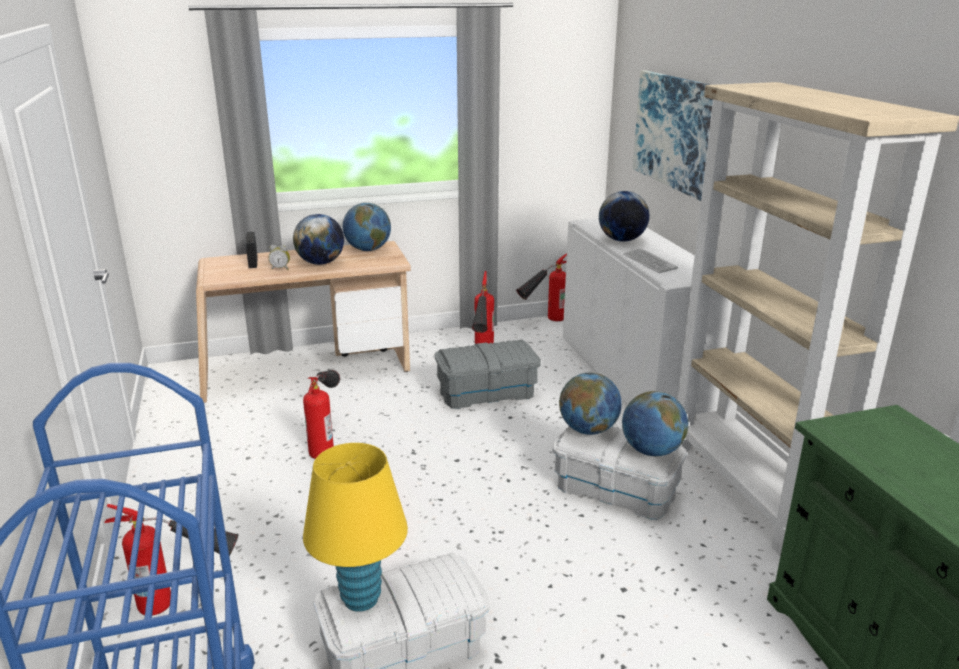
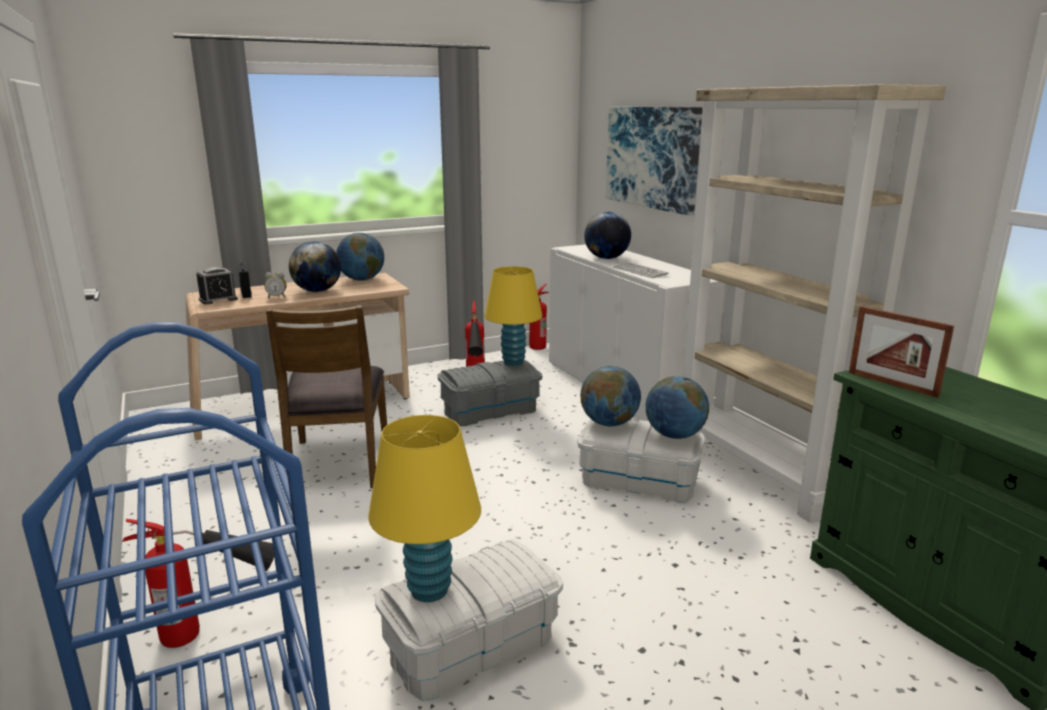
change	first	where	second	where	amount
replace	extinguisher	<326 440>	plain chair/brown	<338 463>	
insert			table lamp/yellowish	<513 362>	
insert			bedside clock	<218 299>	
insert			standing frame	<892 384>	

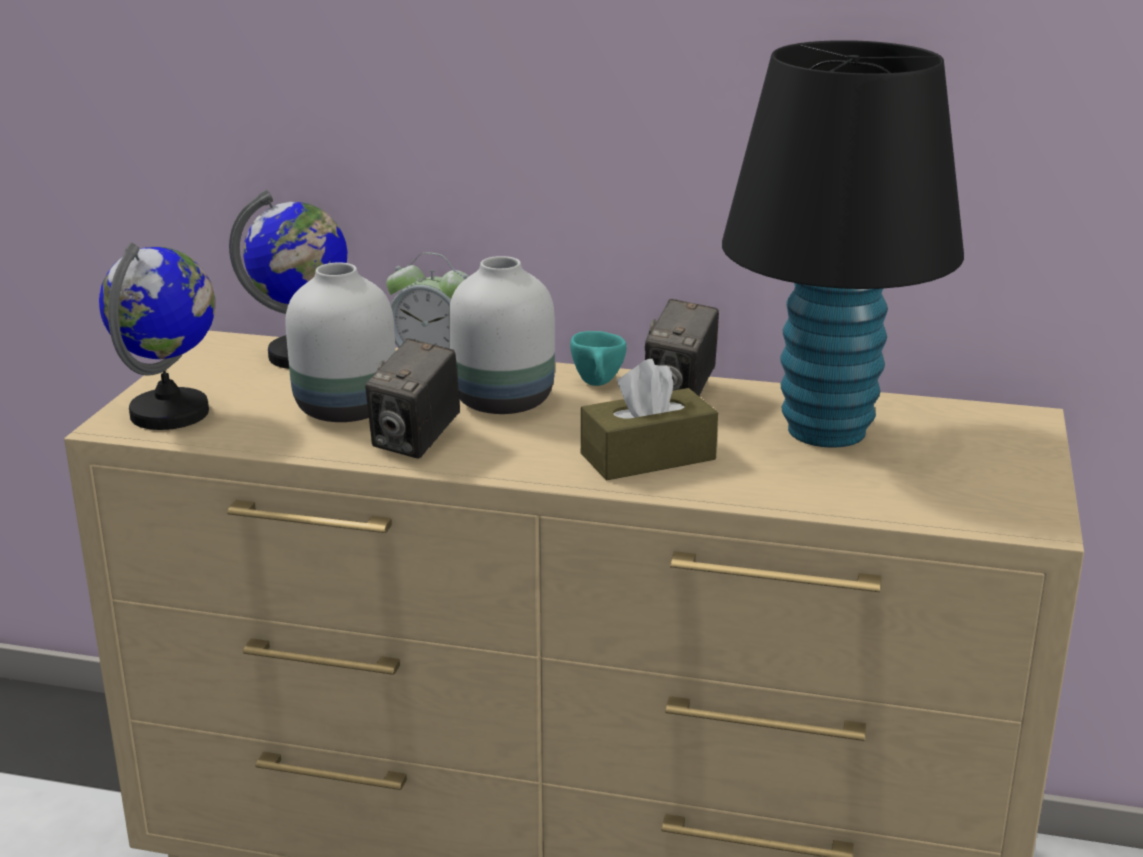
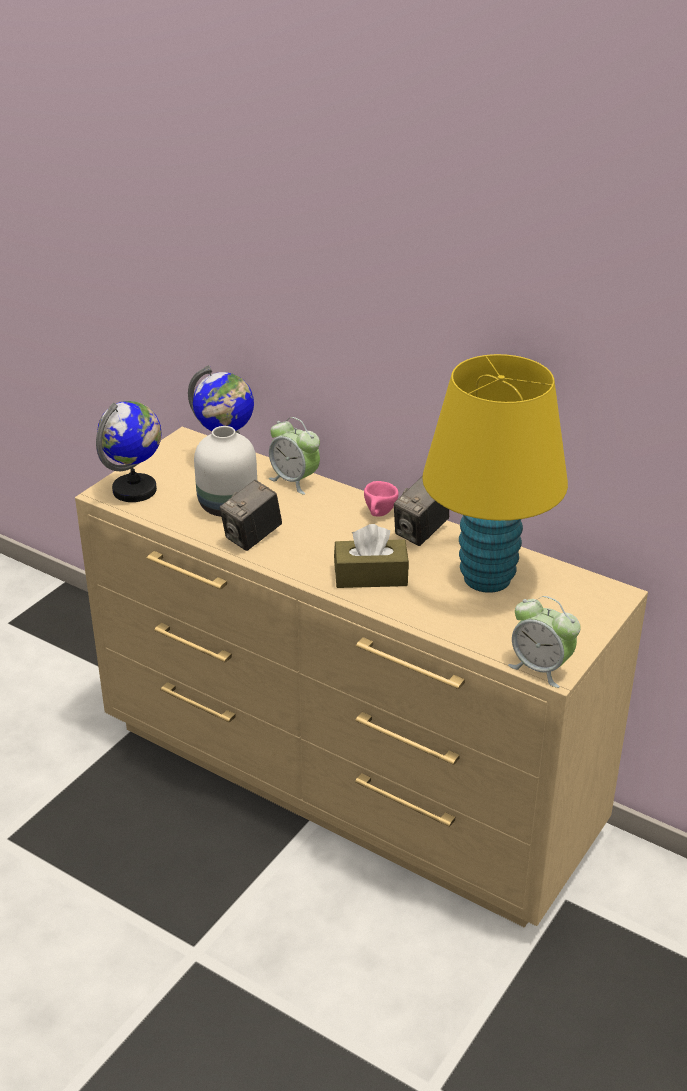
change	first	where	second	where	amount
recolor	table lamp/blackish	<825 431>	table lamp/yellowish	<486 578>	
delete	vase/white	<500 402>			
recolor	small cup/turquoise	<599 385>	small cup/pinkish	<379 515>	
insert			bedside clock	<540 668>	

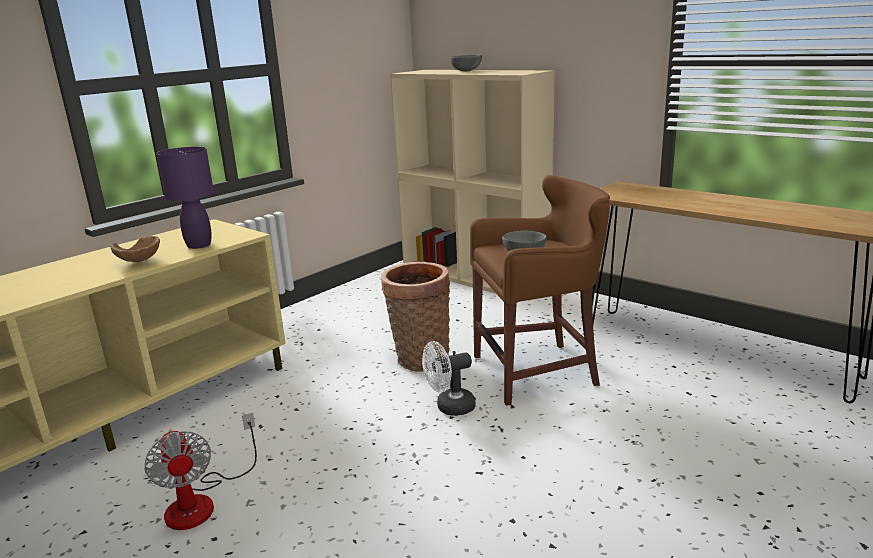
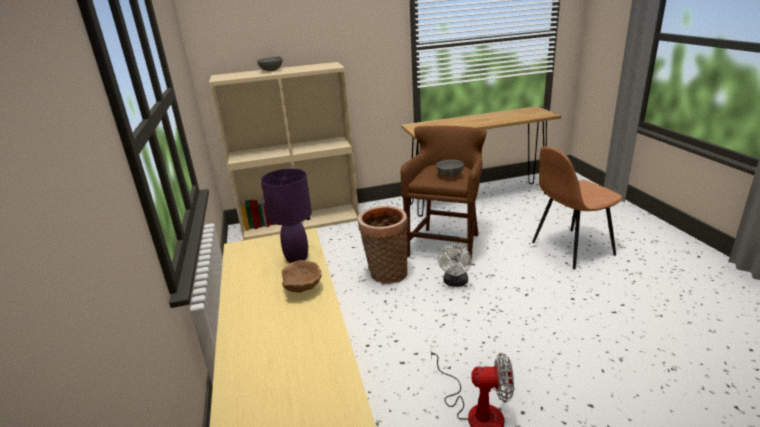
change	first	where	second	where	amount
insert			plain chair/brown	<570 249>	

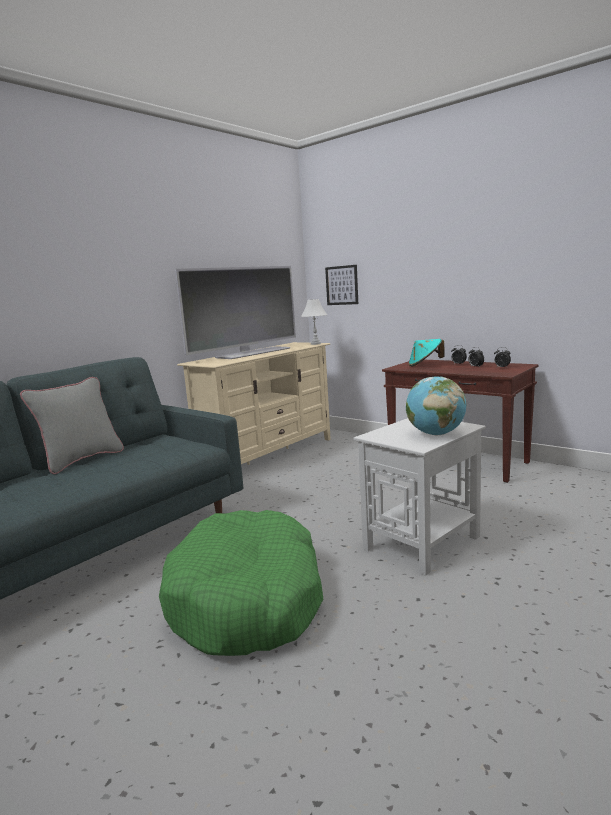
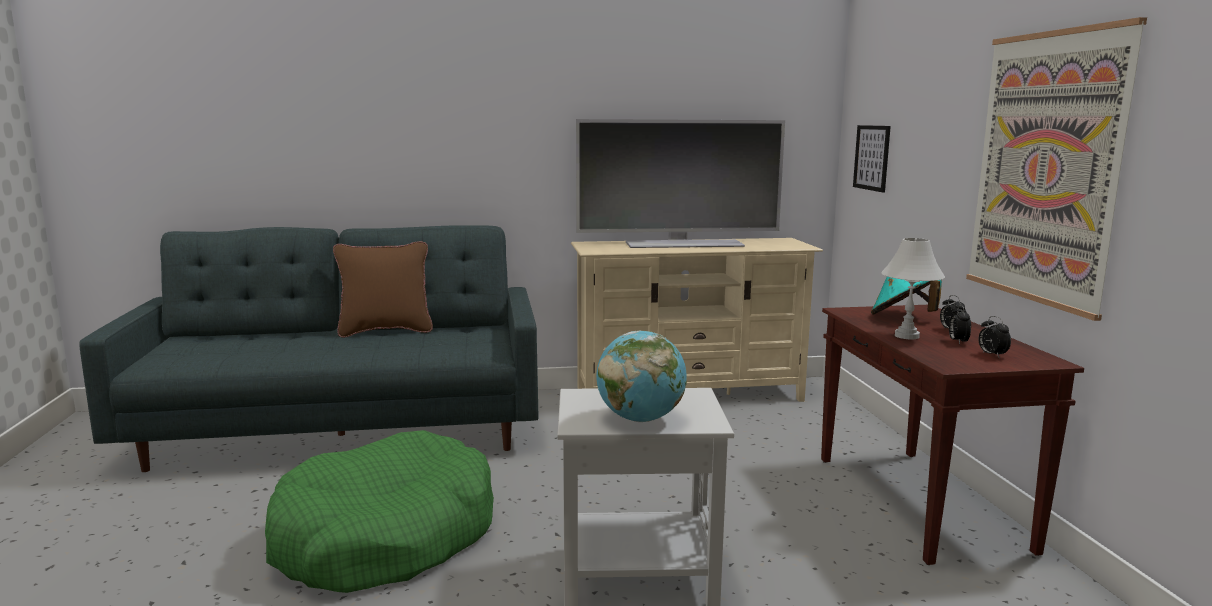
change	first	where	second	where	amount
move	table lamp/white	<316 344>		<906 336>	
recolor	cushion/greyish	<81 460>	cushion/brown	<385 331>	
insert			wall art	<1045 168>	

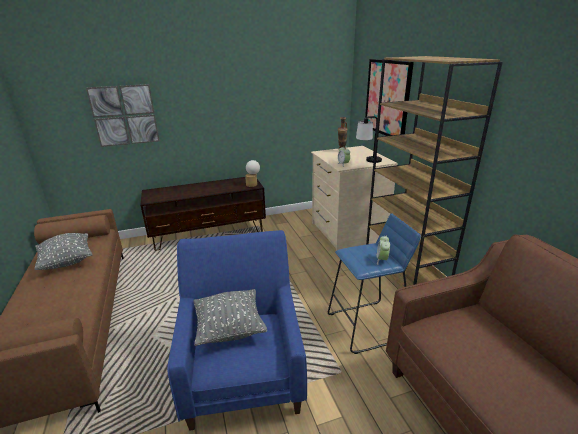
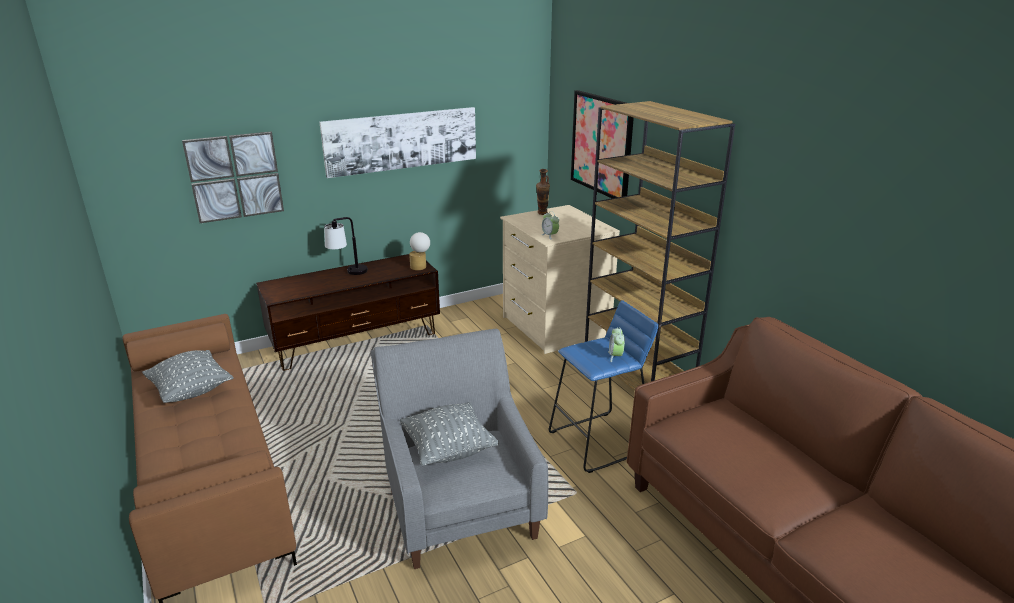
change	first	where	second	where	amount
move	table lamp	<368 161>		<348 273>	
recolor	lounge chair/blue	<243 371>	lounge chair/greyish	<459 504>	
insert			wall art	<402 141>	

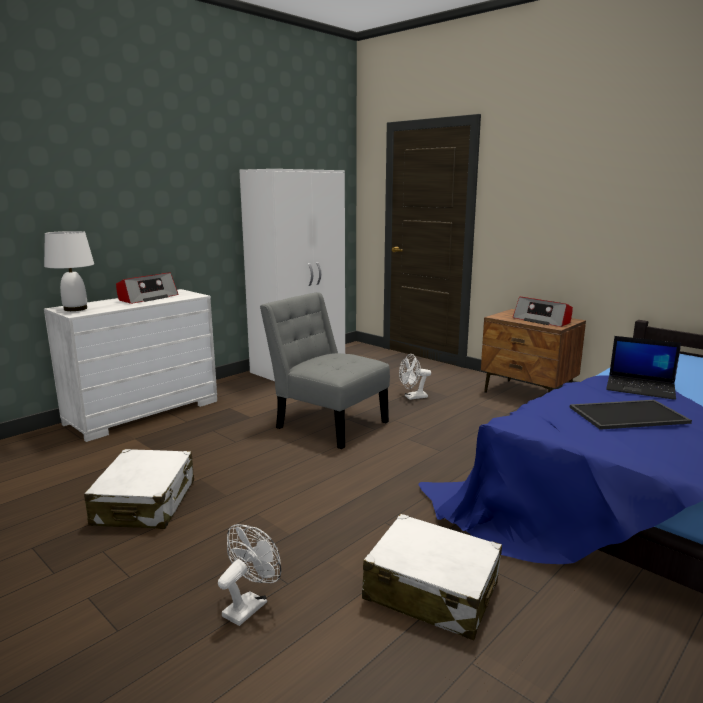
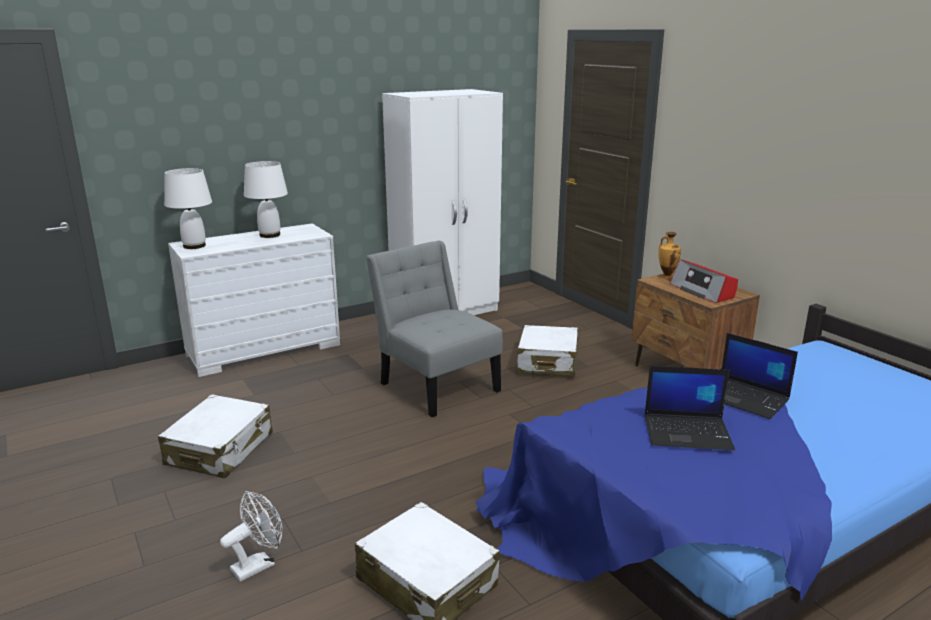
change	first	where	second	where	amount
replace	radio	<147 298>	table lamp/white	<270 235>	
replace	fan/white	<413 397>	suitcase/white	<547 363>	
replace	tray	<628 414>	laptop	<688 432>	
insert			vase	<666 277>	

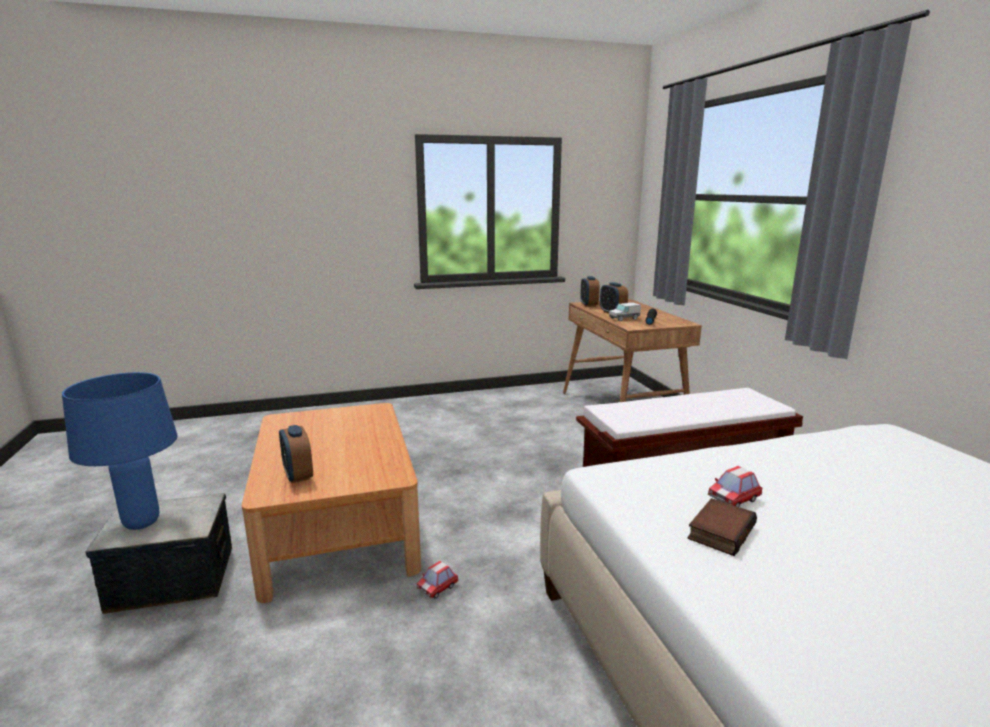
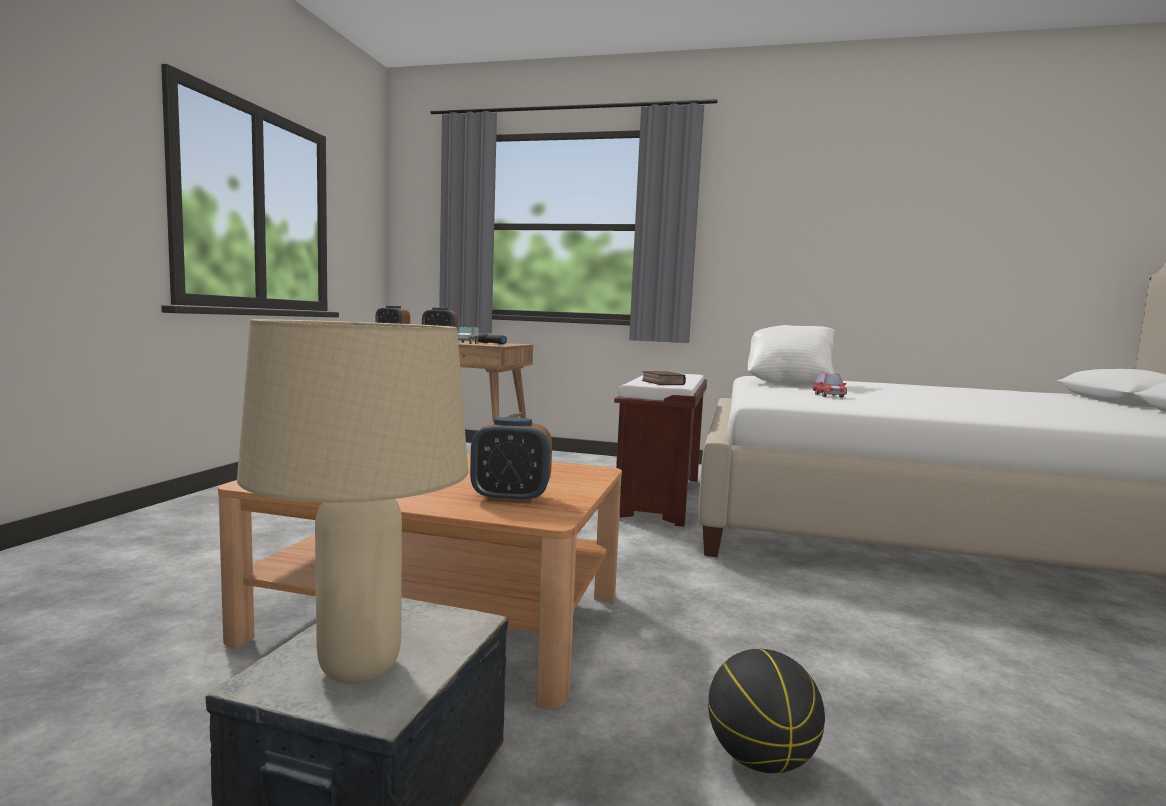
change	first	where	second	where	amount
recolor	table lamp/blue	<142 522>	table lamp/beige	<361 667>	
move	bound book	<719 531>		<661 382>	
delete	toy car	<437 588>			
insert			cushion/white	<789 383>	
insert			basketball	<760 760>	

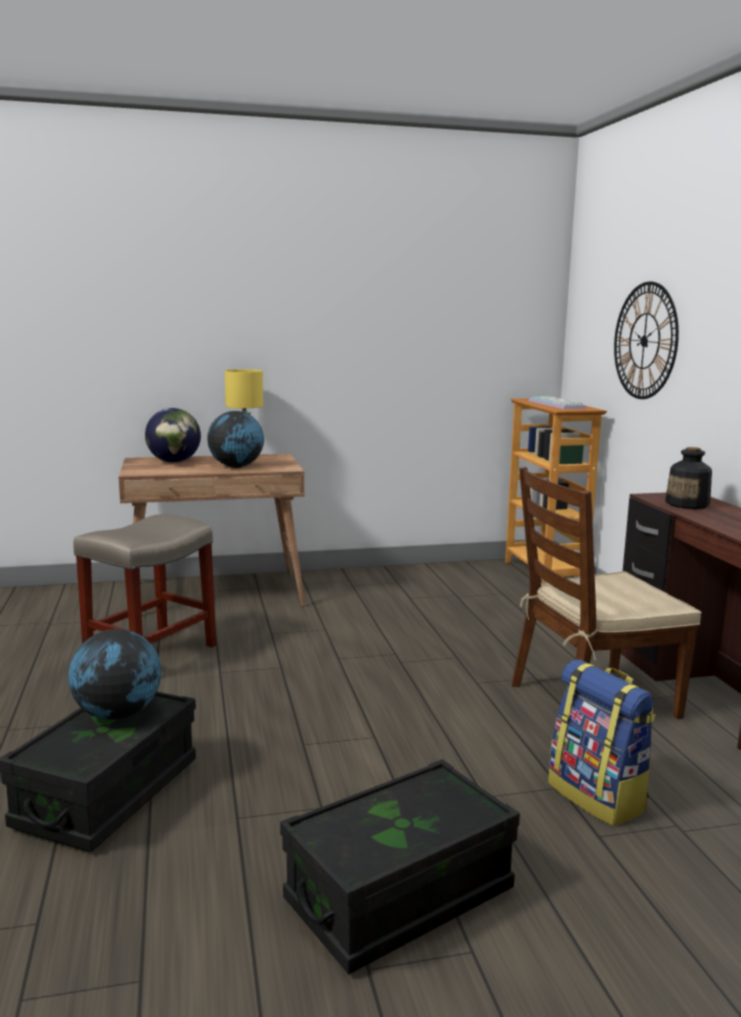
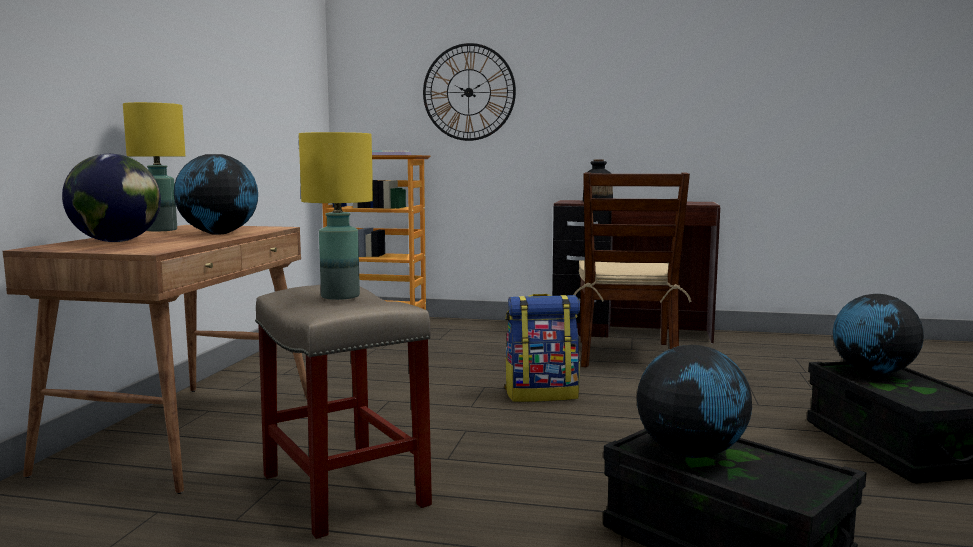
change	first	where	second	where	amount
move	rucksack	<598 797>		<542 394>	
insert			table lamp/yellowish	<339 296>	
insert			desk globe	<873 373>	

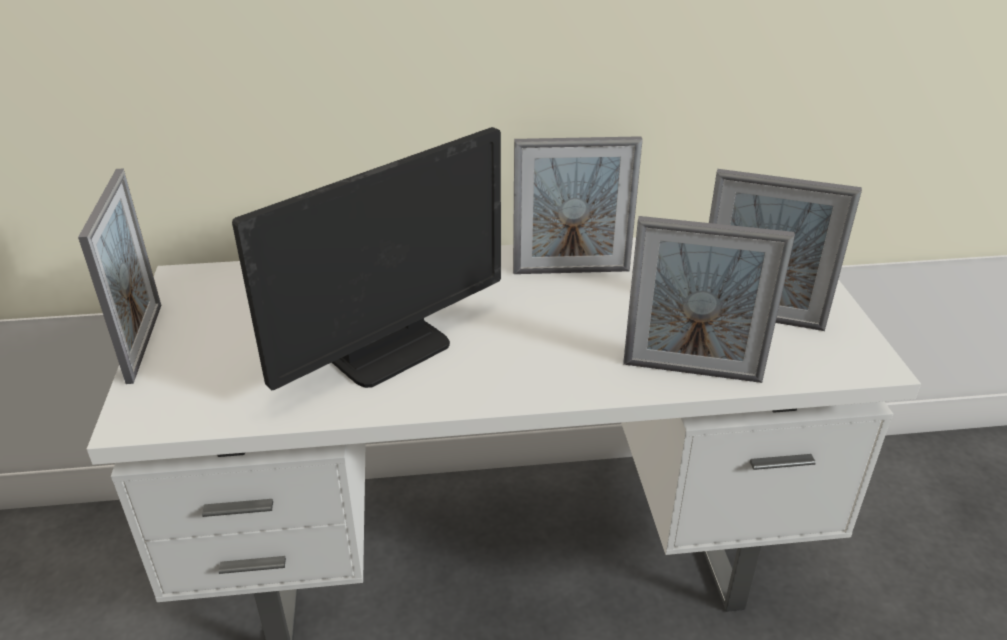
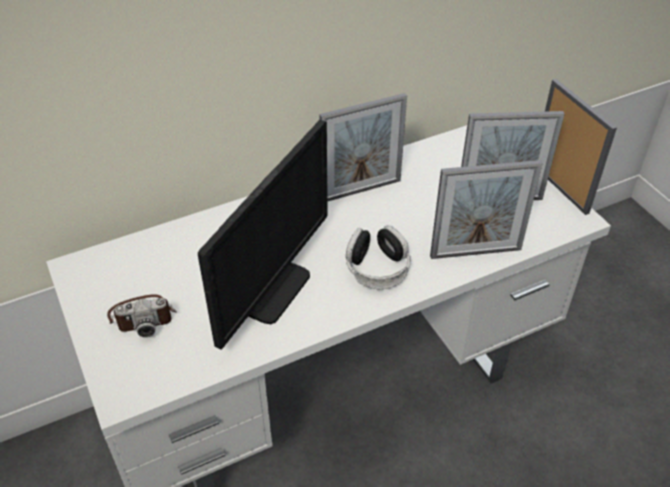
change	first	where	second	where	amount
move	standing frame	<144 342>		<559 188>	
insert			headphones	<377 267>	
insert			still camera	<143 316>	

